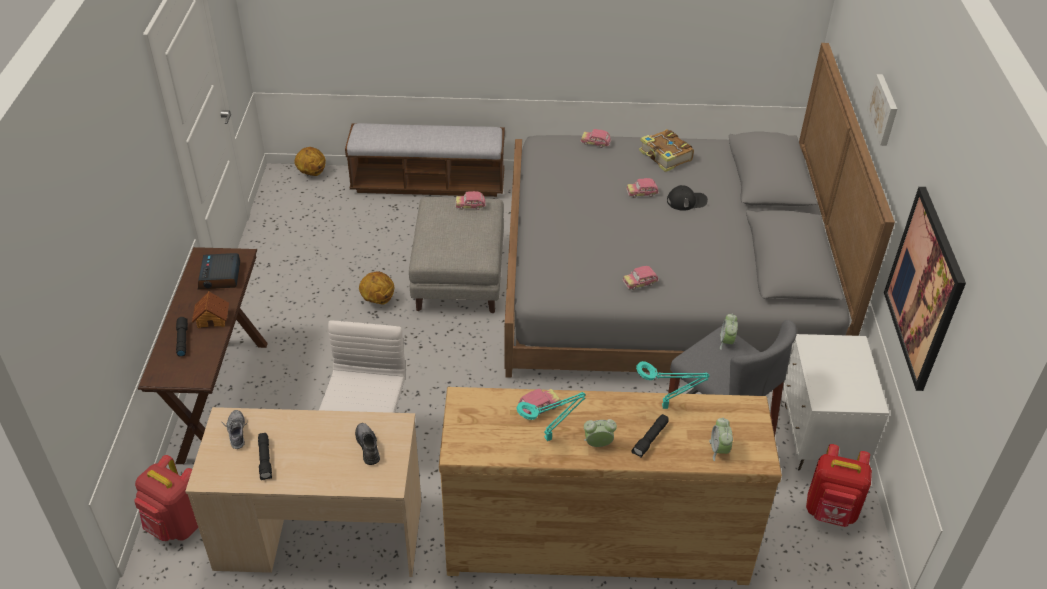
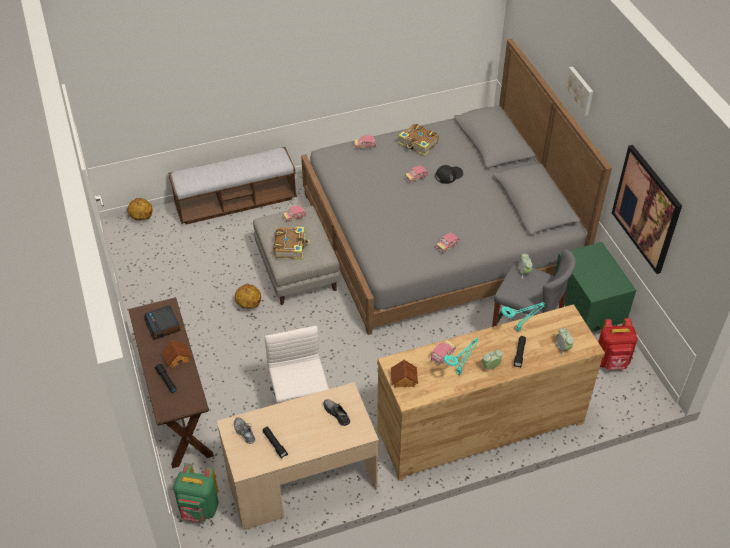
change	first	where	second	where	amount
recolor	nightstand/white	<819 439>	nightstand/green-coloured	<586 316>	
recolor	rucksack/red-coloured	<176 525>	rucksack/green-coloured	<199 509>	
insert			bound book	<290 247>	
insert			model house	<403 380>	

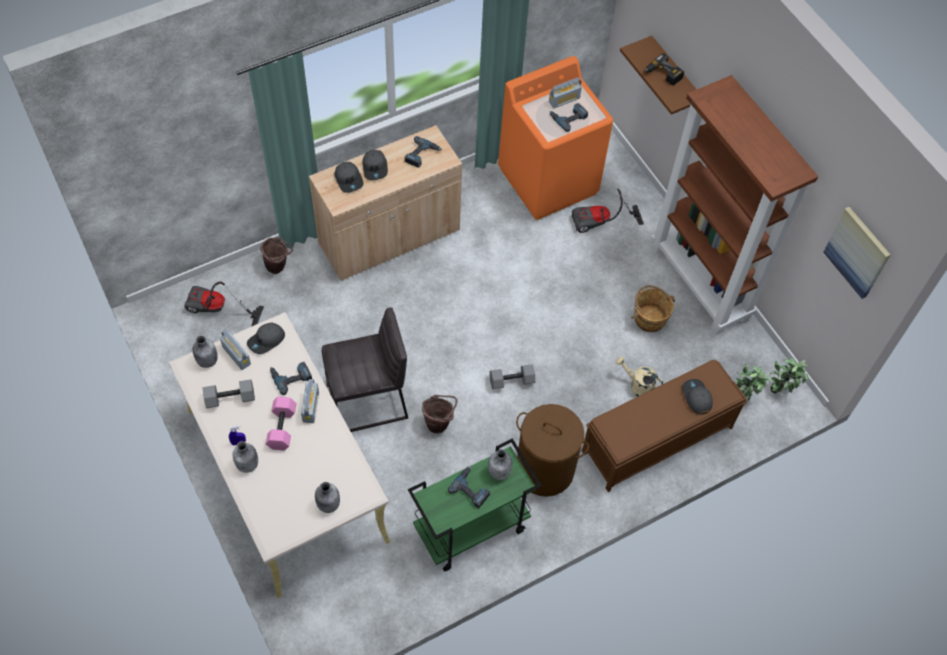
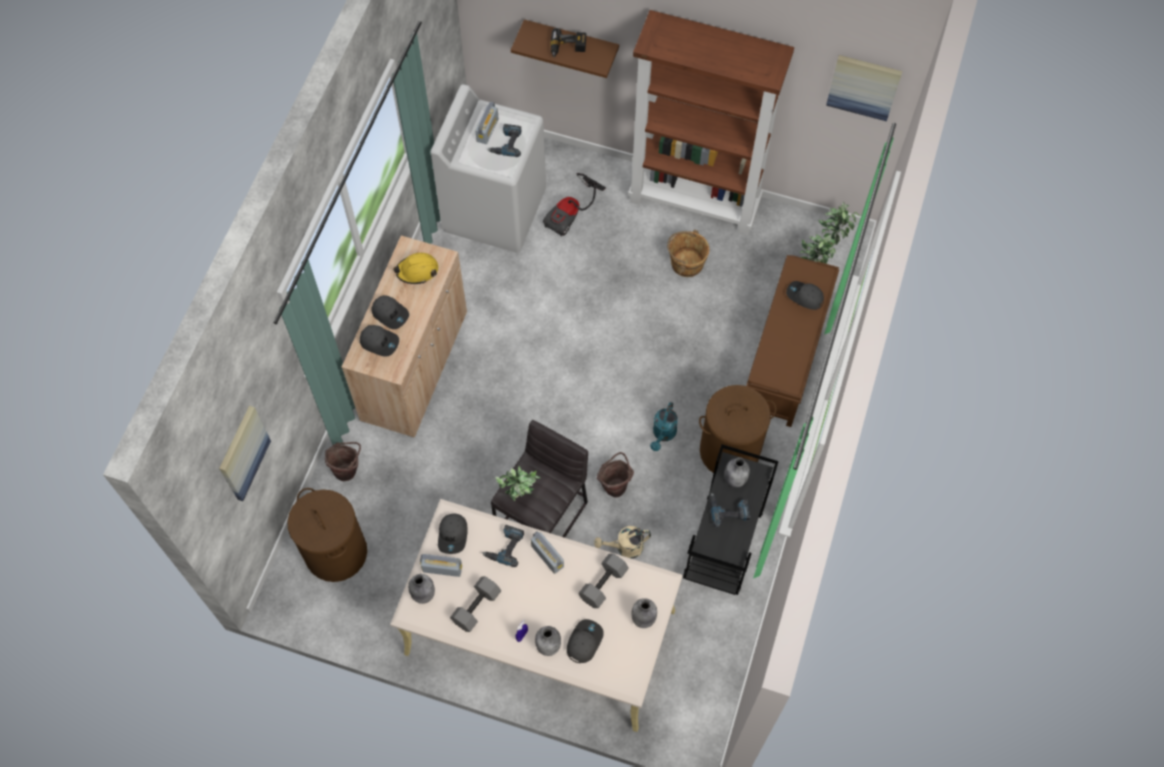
change	first	where	second	where	amount
recolor	laundry machine/orange-coloured	<549 180>	laundry machine/white	<494 210>	
replace	electric drill	<422 155>	hard hat/yellowish	<417 271>	
replace	vacuum cleaner	<216 310>	laundry basket/brown	<335 552>	
move	watering pot/beige	<637 386>		<625 548>	
move	hand weight/greyish	<511 382>		<603 585>	
delete	hand weight/pinkish	<283 428>			
recolor	wheeled cart/green-coloured	<470 530>	wheeled cart/blackish	<723 546>	
insert			watering pot/turquoise	<663 434>	
insert			wall art	<243 453>	
insert			potted plant	<519 496>	
insert			cap/greyish	<584 642>	

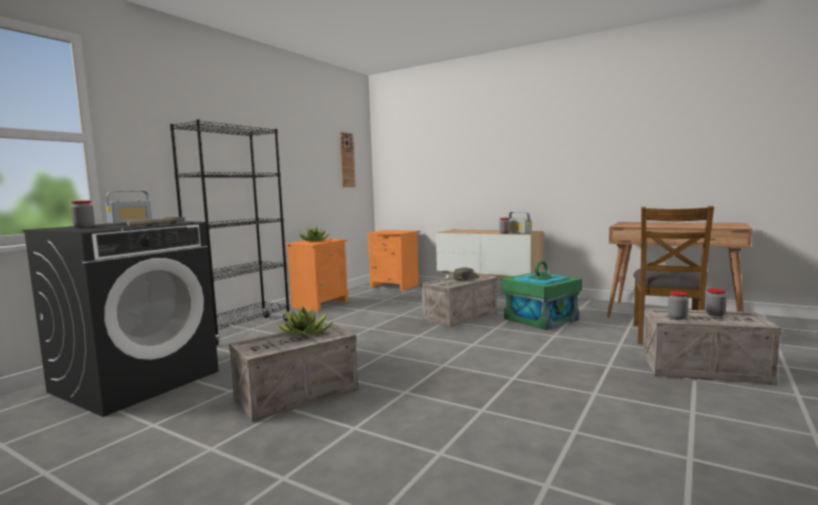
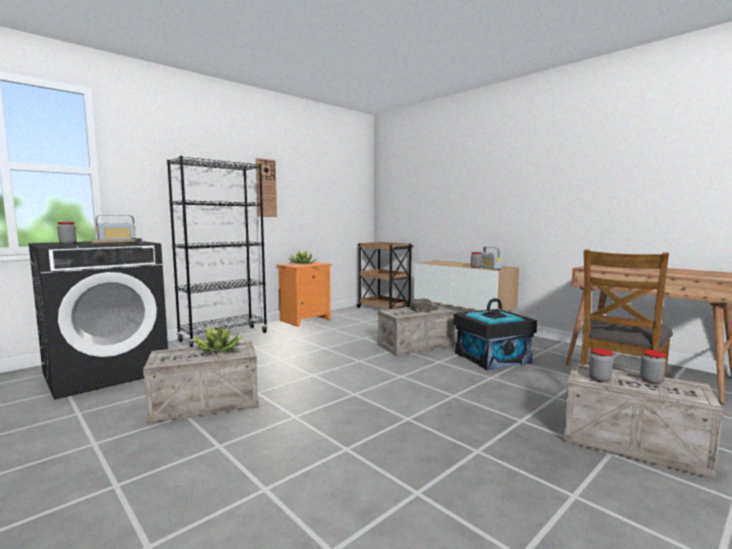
change	first	where	second	where	amount
move	wall clock	<347 160>		<266 188>	
replace	nightstand/orange-coloured	<395 286>	wheeled cart/brown	<384 309>	
recolor	storage box/green-coloured	<540 319>	storage box/blackish	<492 358>	

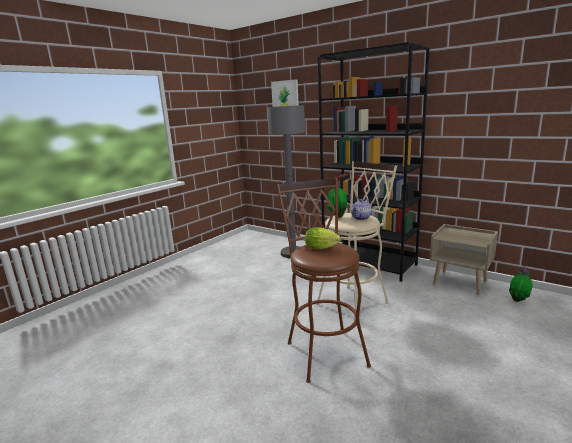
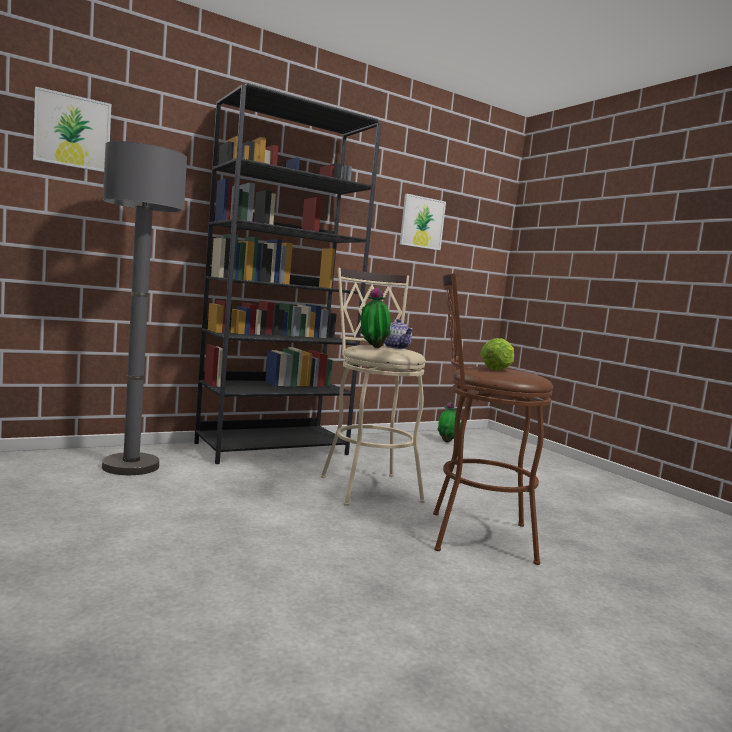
change	first	where	second	where	amount
delete	nightstand/beige	<460 282>			
insert			wall art	<422 222>	

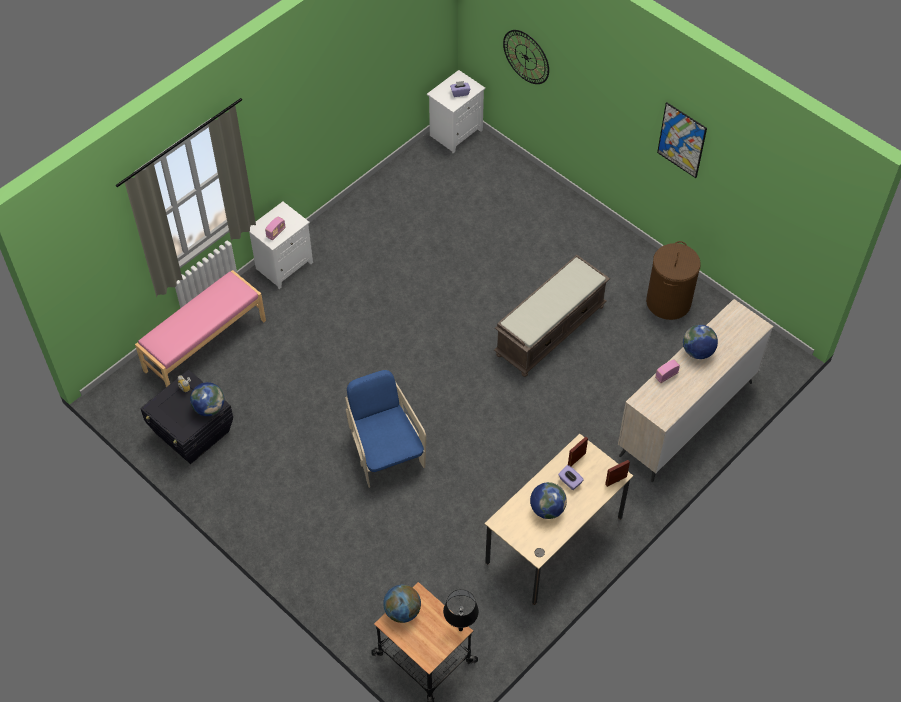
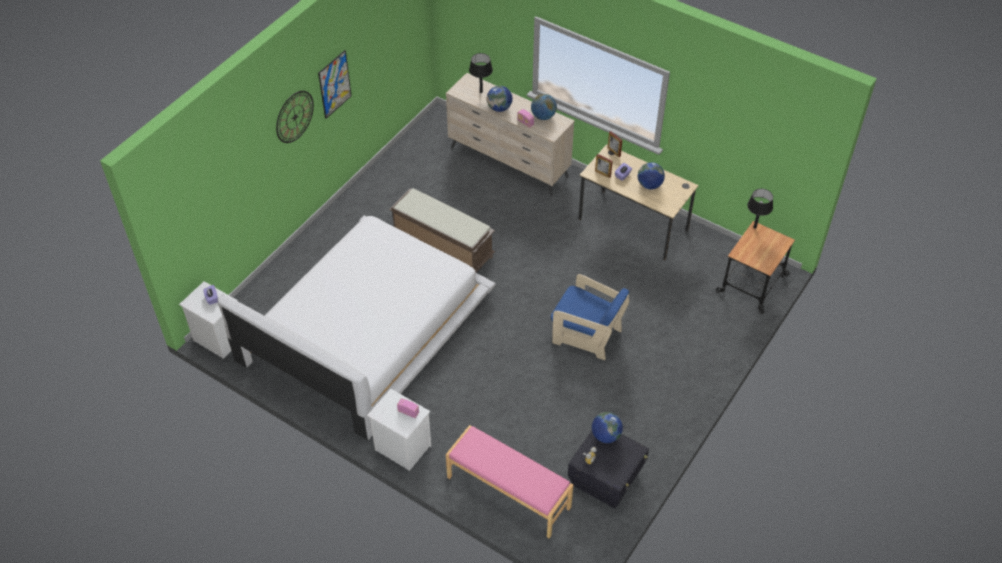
change	first	where	second	where	amount
move	wall clock	<526 57>		<294 116>	
delete	laundry basket/brown	<668 302>			
rotate	lounge chair/blue	<385 452>		<587 335>	120 degrees counterclockwise
move	desk globe	<402 611>		<543 116>	
insert			table lamp/blackish	<481 92>	
insert			bedroom bed/white	<366 328>	

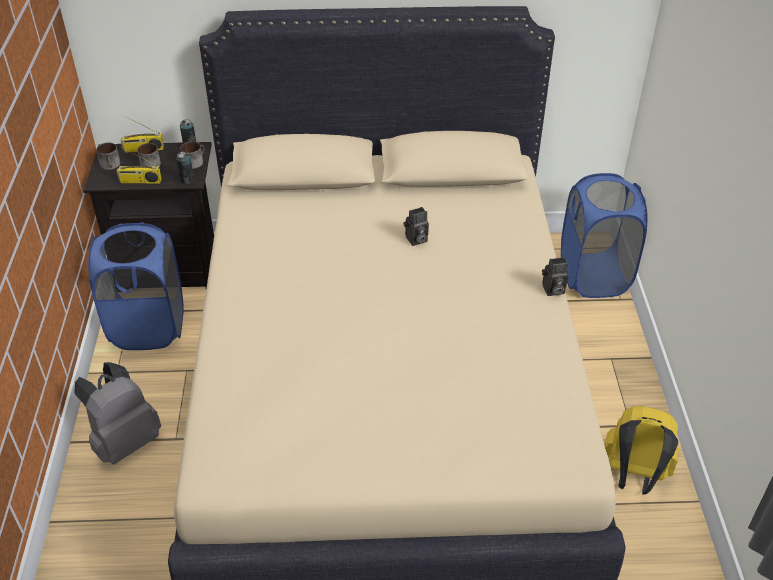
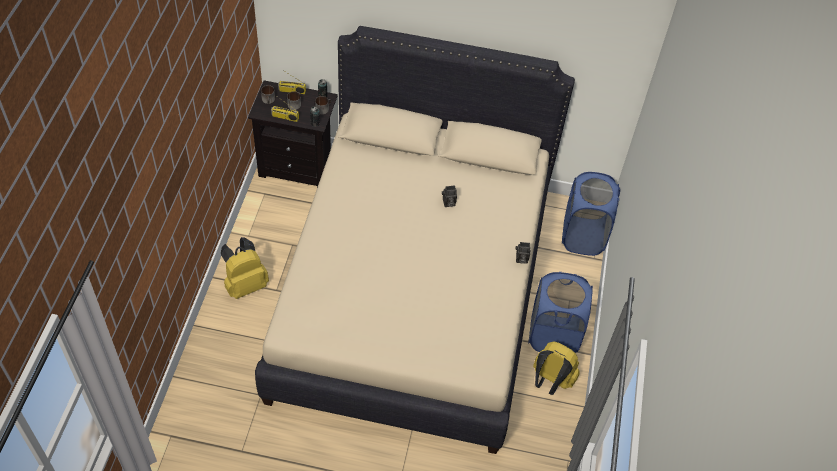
change	first	where	second	where	amount
move	laundry basket/blue	<148 327>		<553 335>	
recolor	rucksack/greyish	<125 441>	rucksack/yellowish	<245 284>	

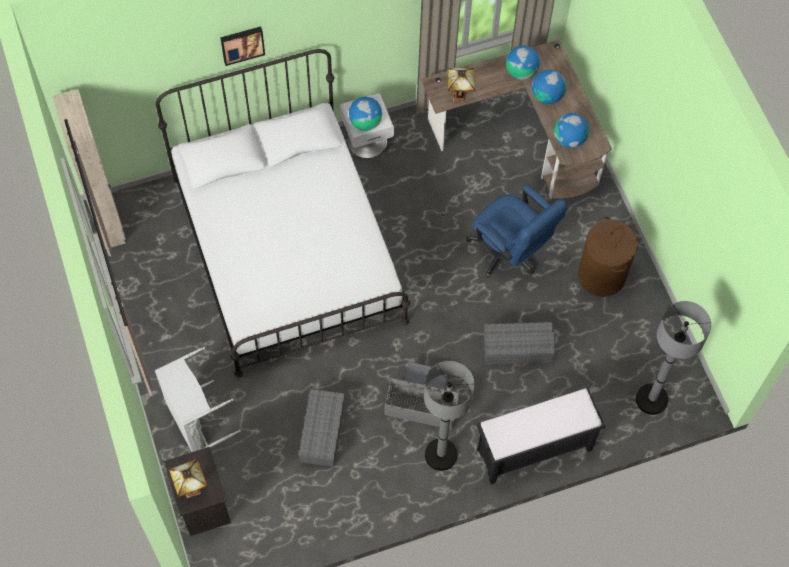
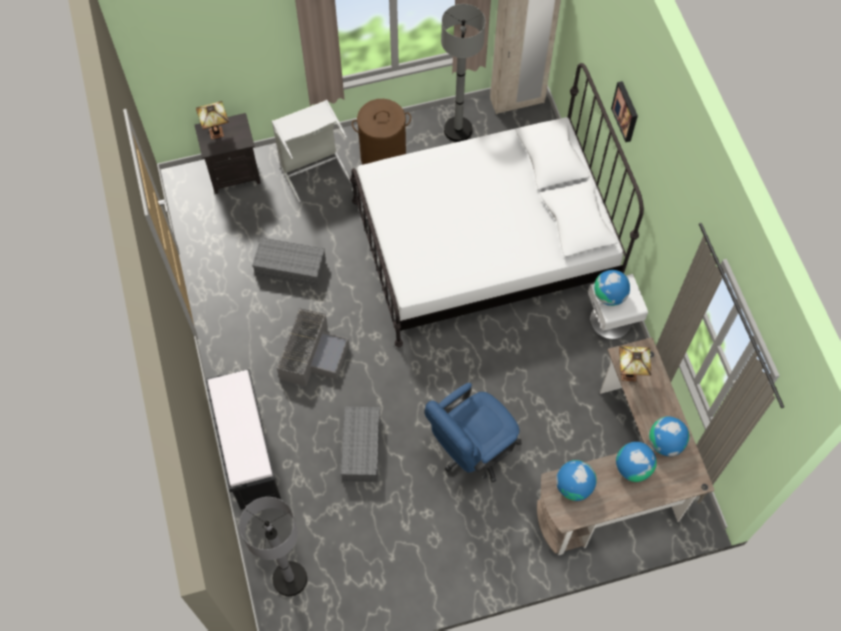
change	first	where	second	where	amount
move	laundry basket/brown	<602 275>		<383 158>	
move	standard lamp/greyish	<441 455>		<458 130>	

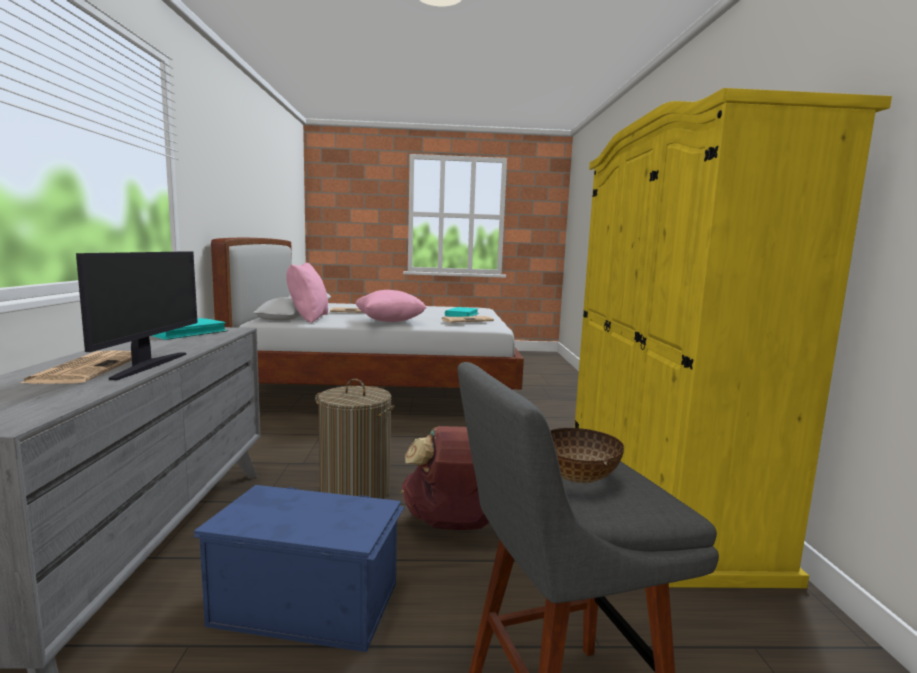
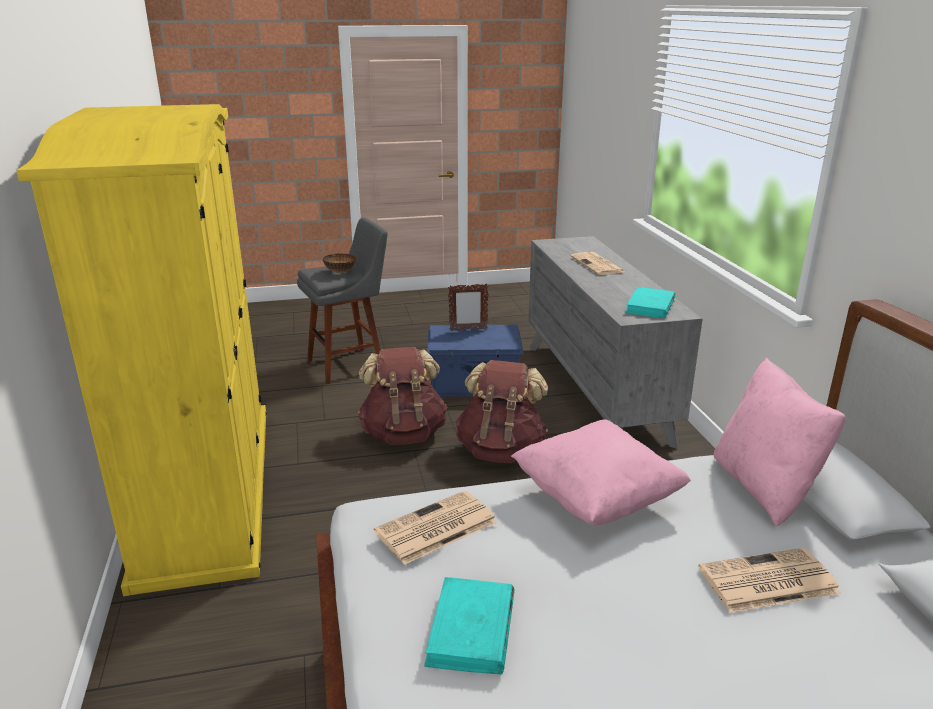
change	first	where	second	where	amount
delete	computer display	<147 365>			
replace	laundry basket	<354 492>	rucksack/brown	<501 450>	
insert			standing frame	<468 330>	

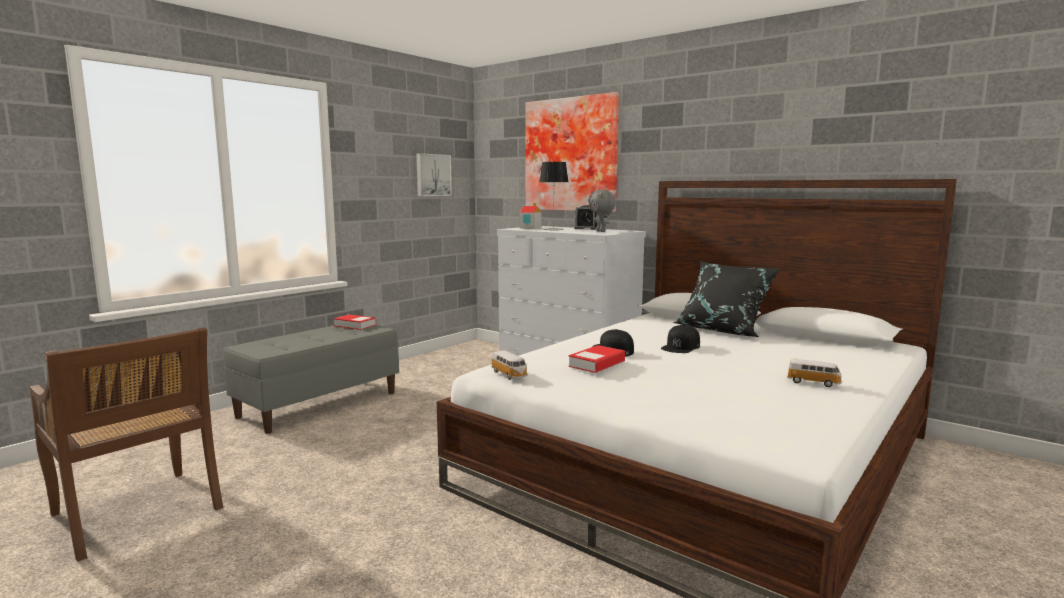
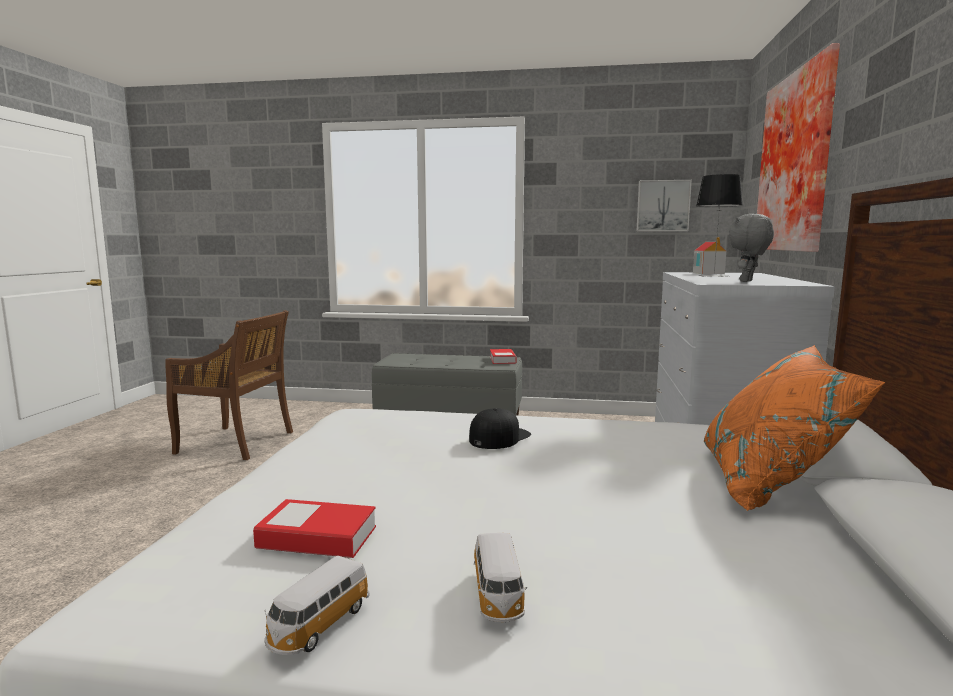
change	first	where	second	where	amount
delete	bedside clock	<587 228>			
recolor	cushion/blackish	<723 330>	cushion/orange-coloured	<771 484>	
delete	cap/blackish	<681 347>			
rotate	plain chair/brown	<137 513>		<237 443>	90 degrees counterclockwise
move	bound book	<597 364>		<317 537>	
move	toy car	<509 375>		<318 626>	

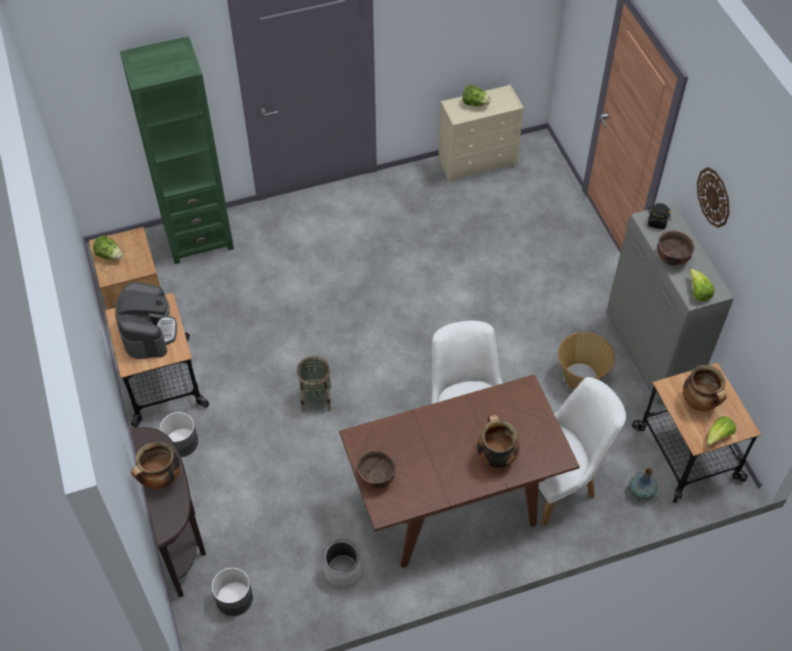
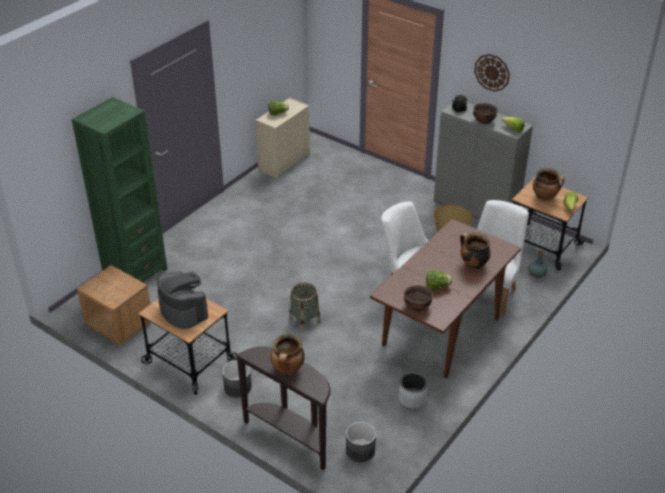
change	first	where	second	where	amount
move	lettuce	<110 255>		<437 286>	

